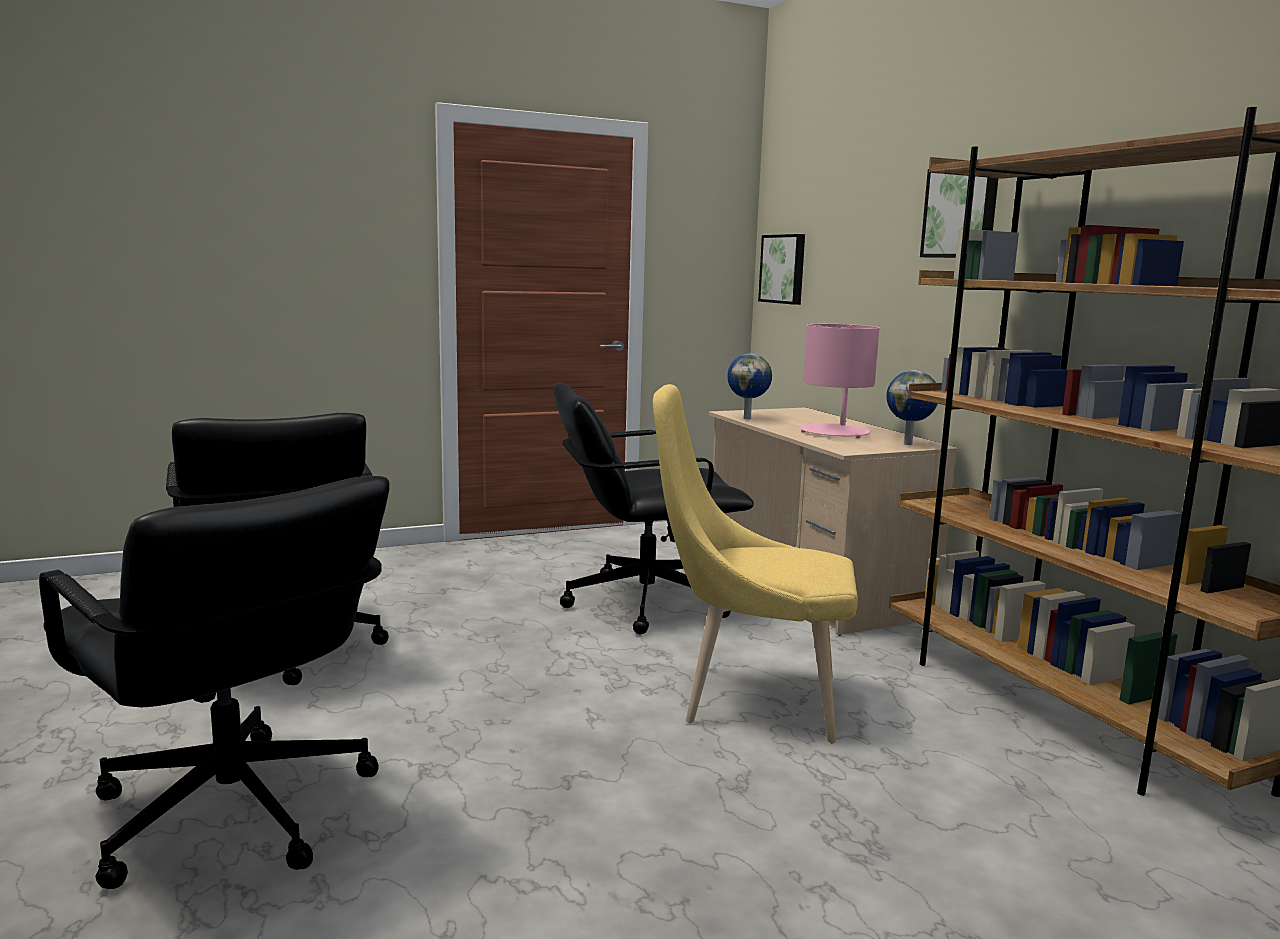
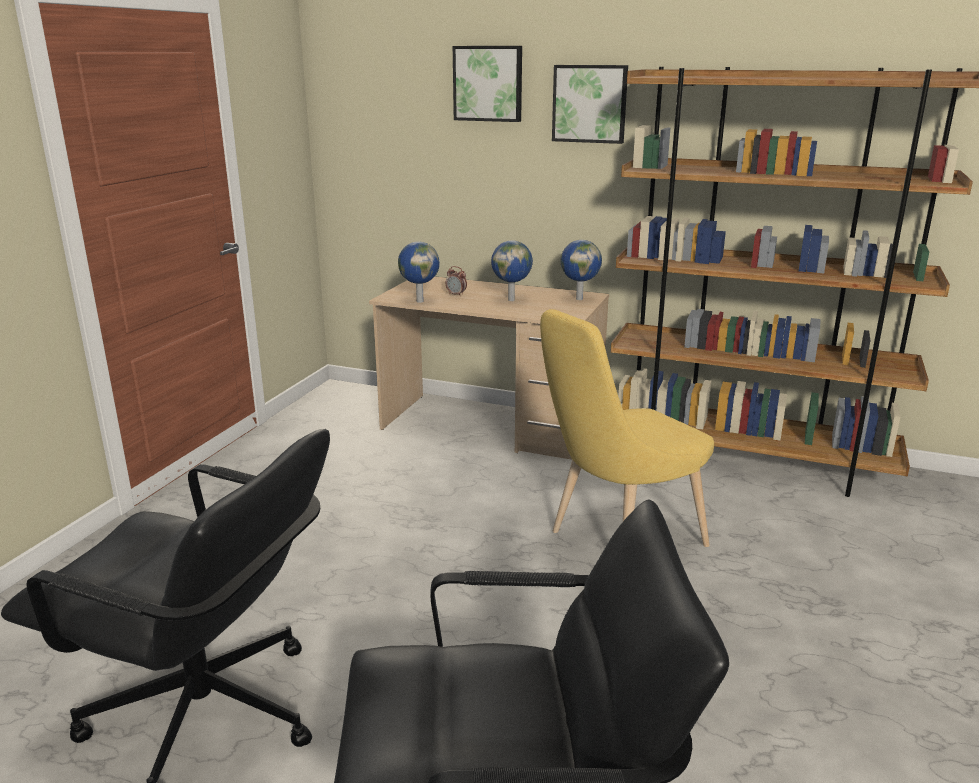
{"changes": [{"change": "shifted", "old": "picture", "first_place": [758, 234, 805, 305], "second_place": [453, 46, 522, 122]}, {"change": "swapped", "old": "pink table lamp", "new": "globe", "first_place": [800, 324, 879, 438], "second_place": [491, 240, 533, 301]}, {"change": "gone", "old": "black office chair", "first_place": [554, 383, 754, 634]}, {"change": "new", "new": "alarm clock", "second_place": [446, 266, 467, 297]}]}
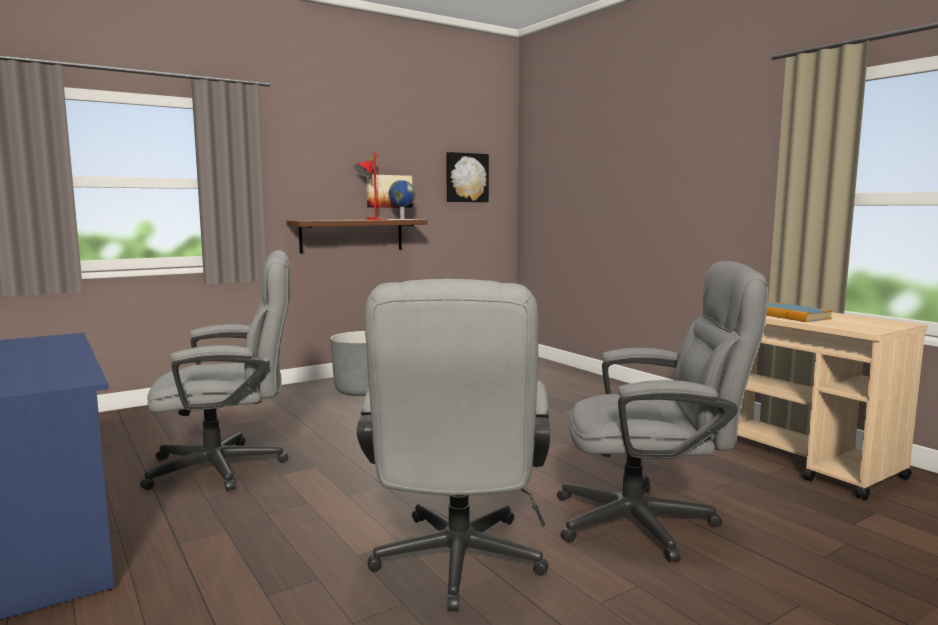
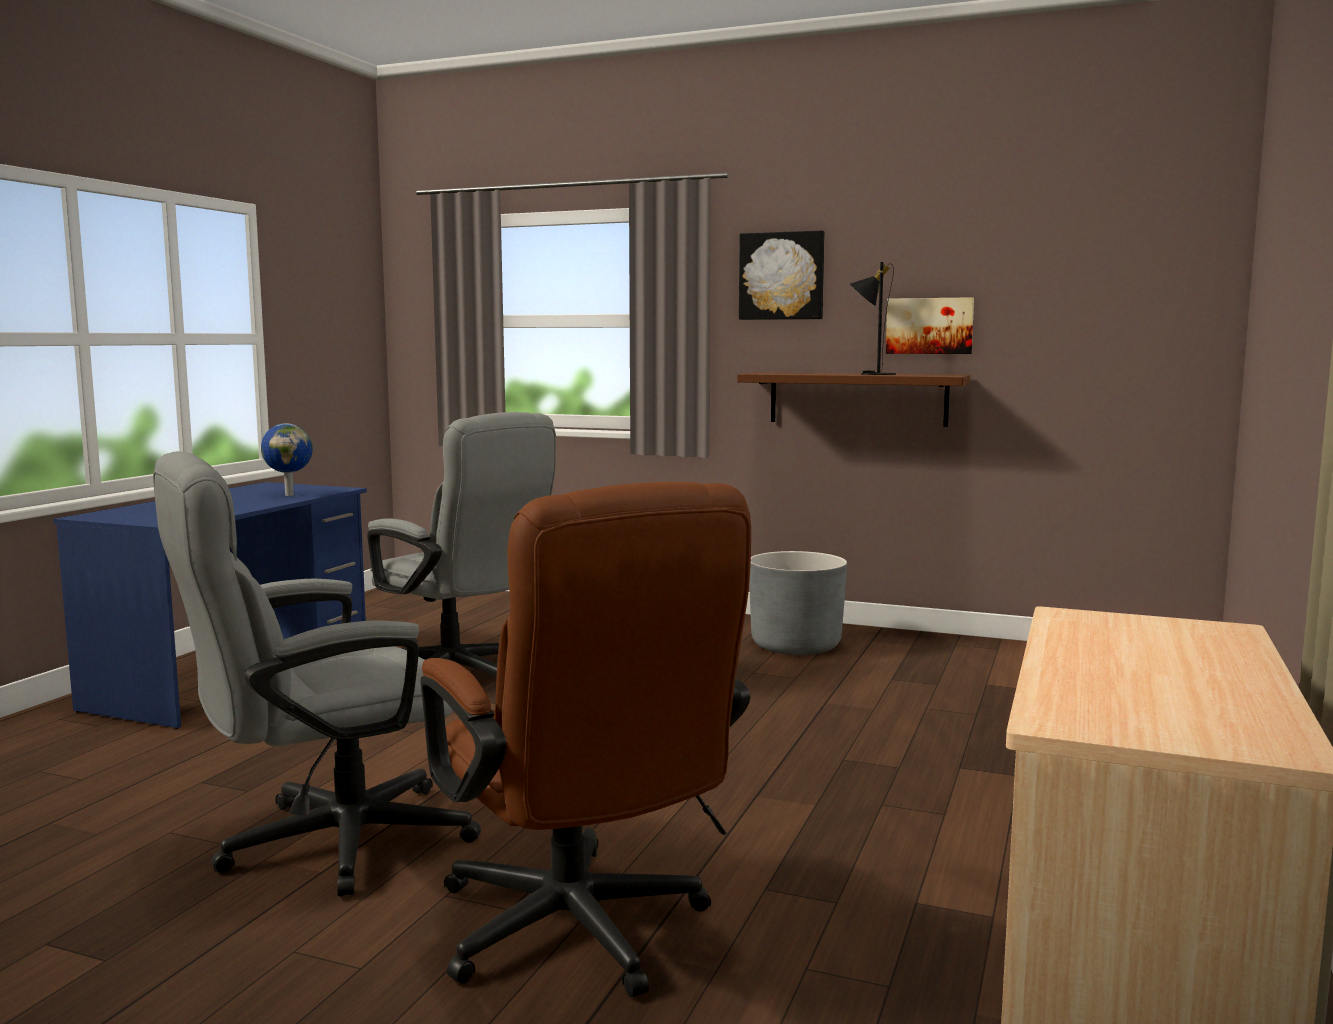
{"changes": [{"change": "repainted", "old": "red table lamp", "new": "black table lamp", "first_place": [355, 152, 386, 220], "second_place": [850, 262, 896, 375]}, {"change": "shifted", "old": "picture", "first_place": [446, 152, 489, 202], "second_place": [739, 230, 825, 320]}, {"change": "shifted", "old": "globe", "first_place": [389, 180, 415, 220], "second_place": [261, 423, 313, 496]}, {"change": "repainted", "old": "grey office chair", "new": "brown office chair", "first_place": [557, 261, 768, 562], "second_place": [420, 482, 751, 997]}, {"change": "gone", "old": "book", "first_place": [766, 302, 833, 322]}]}
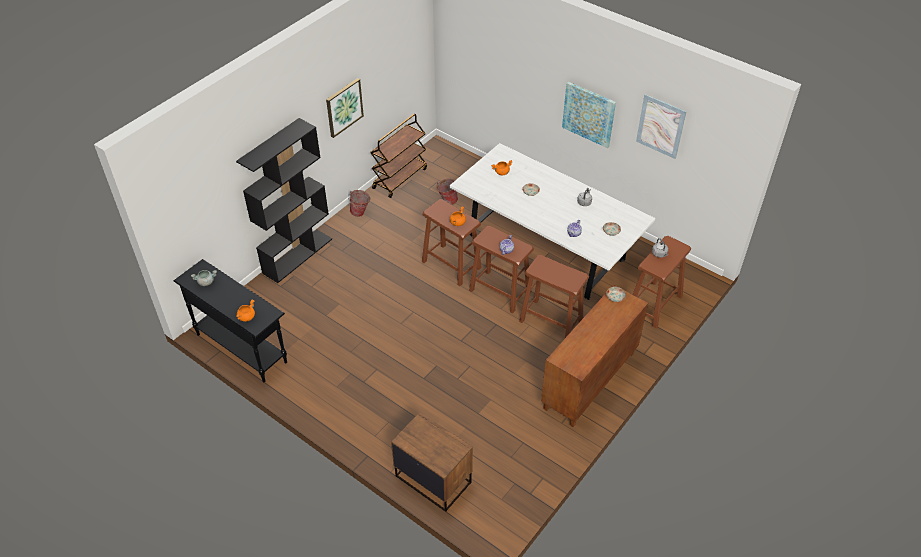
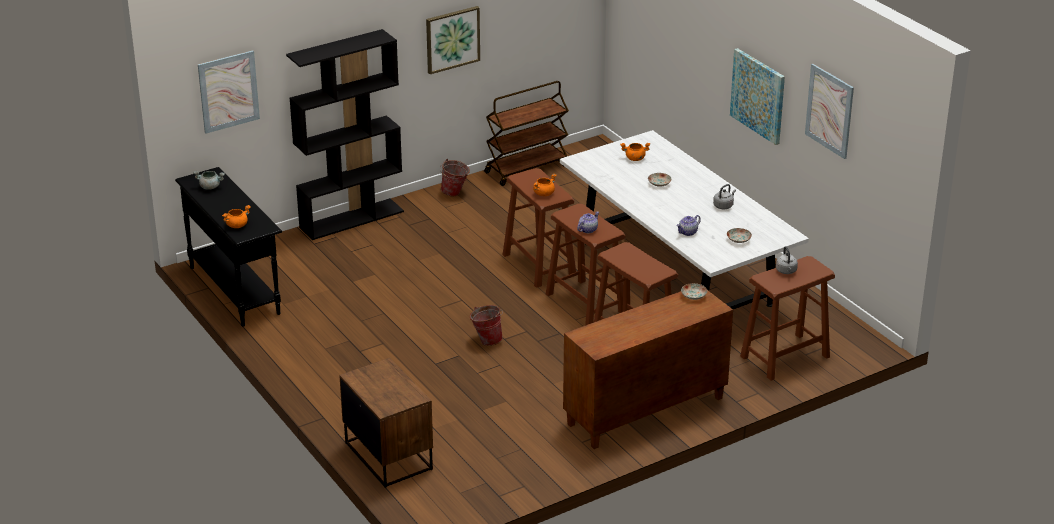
{"changes": [{"change": "shifted", "old": "bucket", "first_place": [436, 178, 458, 205], "second_place": [470, 305, 503, 346]}, {"change": "new", "new": "picture", "second_place": [198, 50, 260, 134]}]}
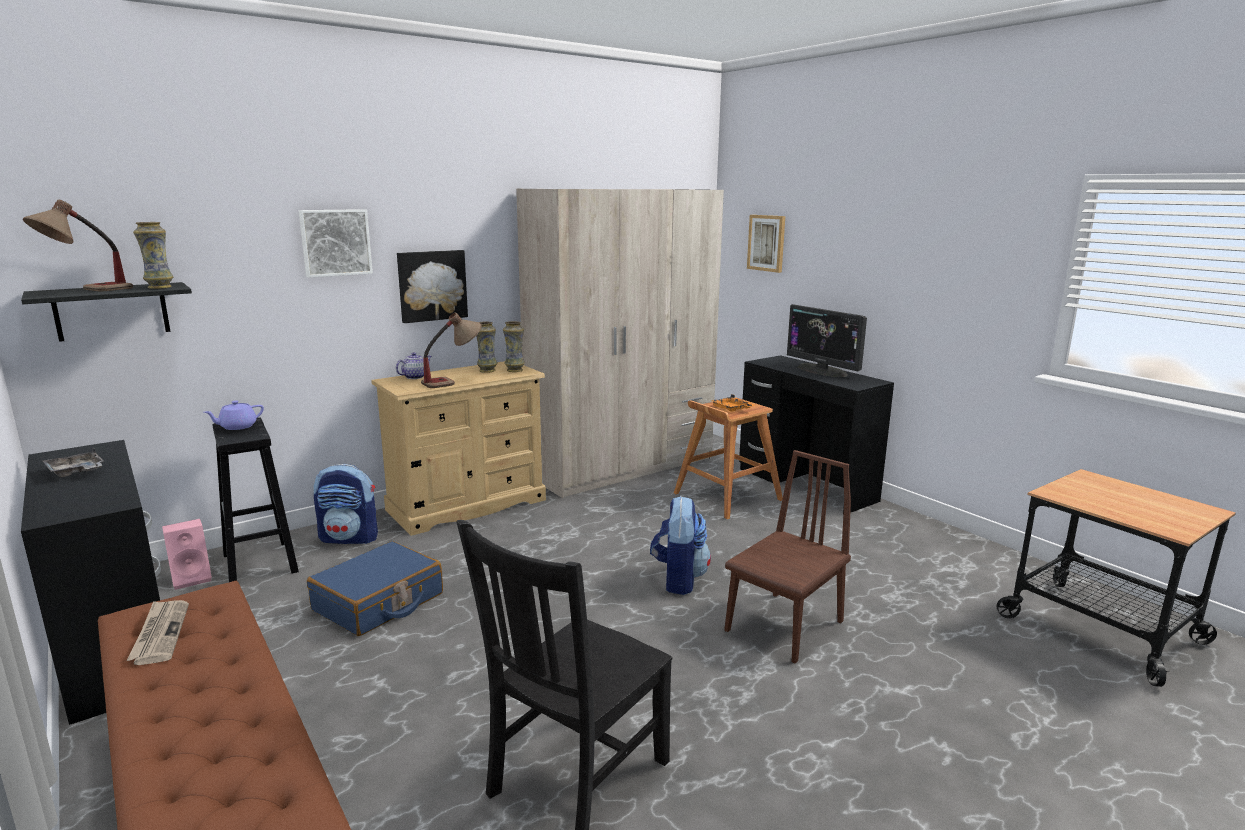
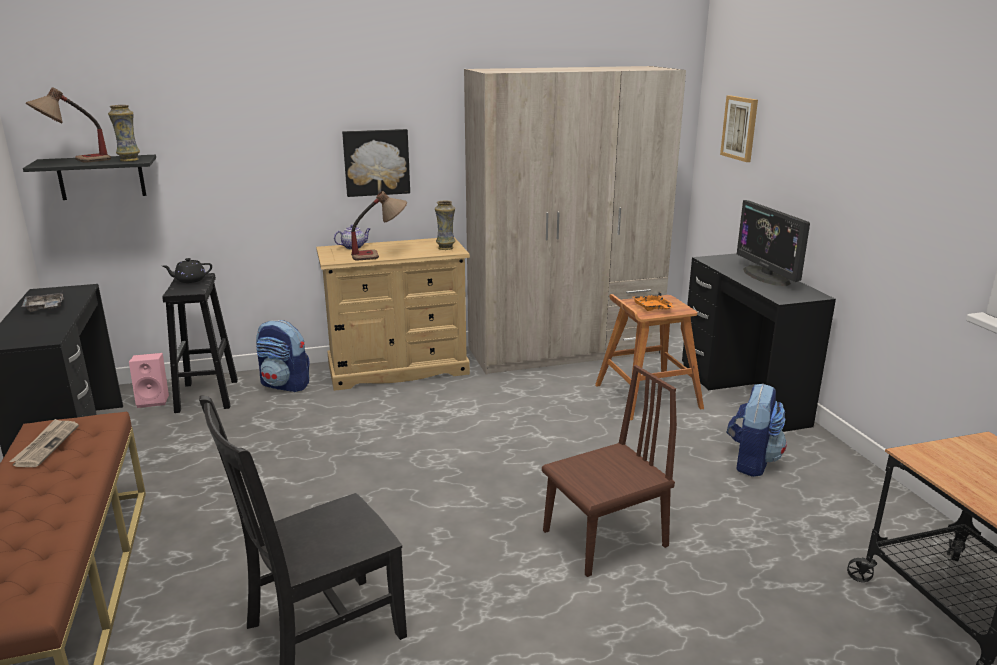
{"changes": [{"change": "gone", "old": "picture", "first_place": [299, 209, 373, 278]}, {"change": "gone", "old": "vase", "first_place": [476, 321, 497, 373]}, {"change": "repainted", "old": "purple teapot", "new": "black teapot", "first_place": [204, 401, 264, 430], "second_place": [163, 258, 212, 283]}, {"change": "shifted", "old": "backpack", "first_place": [650, 496, 711, 595], "second_place": [726, 383, 787, 477]}, {"change": "gone", "old": "blue suitcase", "first_place": [307, 541, 443, 636]}]}
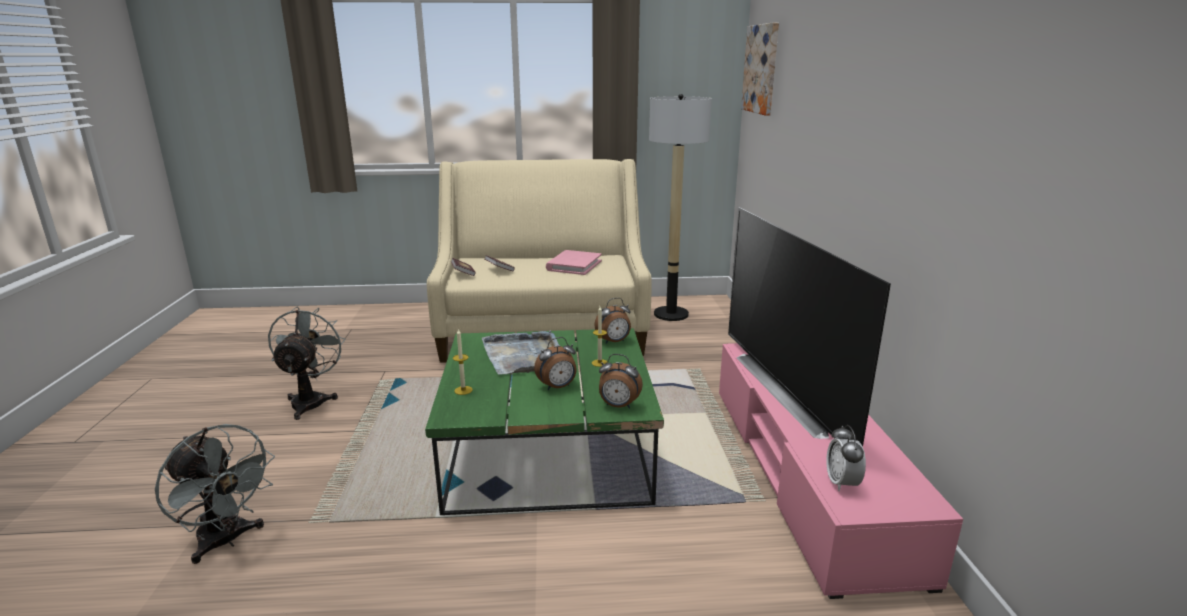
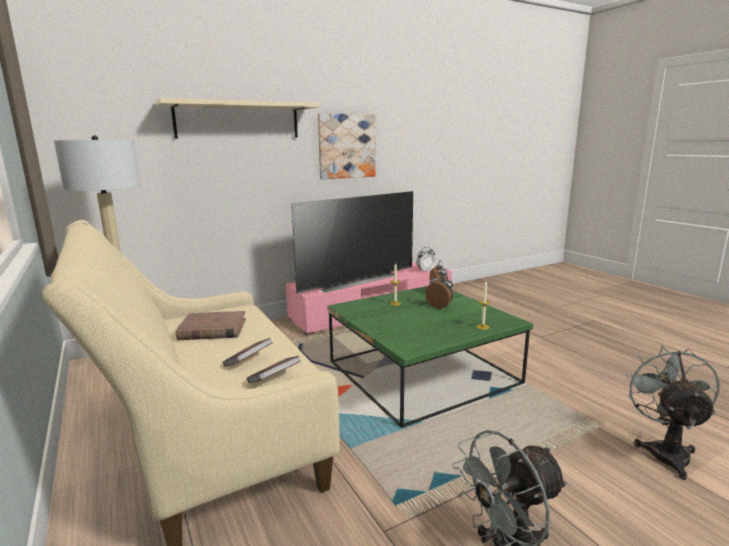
{"changes": [{"change": "shifted", "old": "picture", "first_place": [741, 22, 779, 115], "second_place": [318, 113, 376, 179]}, {"change": "repainted", "old": "pink book", "new": "brown book", "first_place": [546, 250, 602, 275], "second_place": [176, 311, 246, 340]}, {"change": "gone", "old": "alarm clock", "first_place": [595, 298, 631, 344]}, {"change": "gone", "old": "grey tray", "first_place": [482, 331, 559, 375]}, {"change": "new", "new": "beige shelf", "second_place": [156, 98, 319, 139]}]}
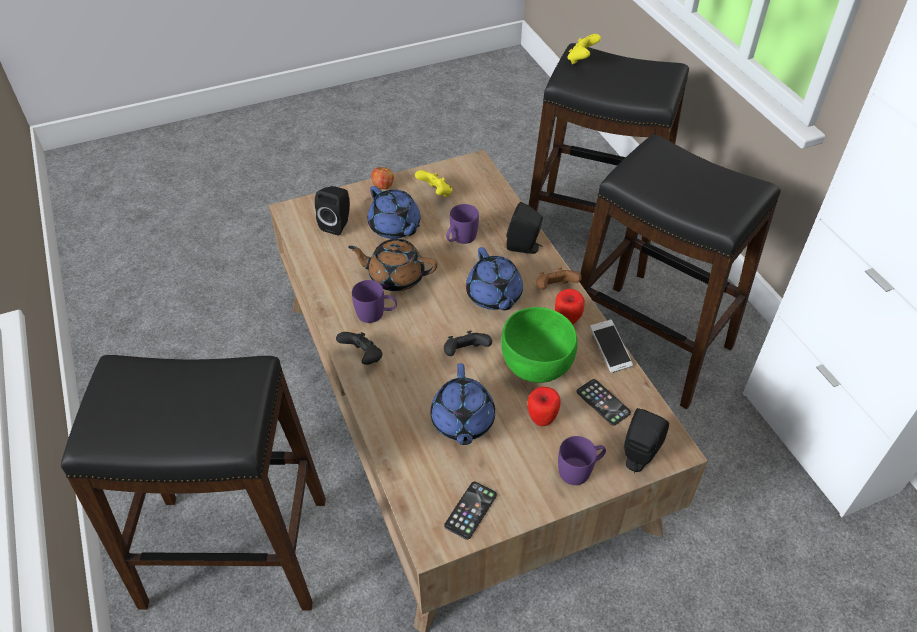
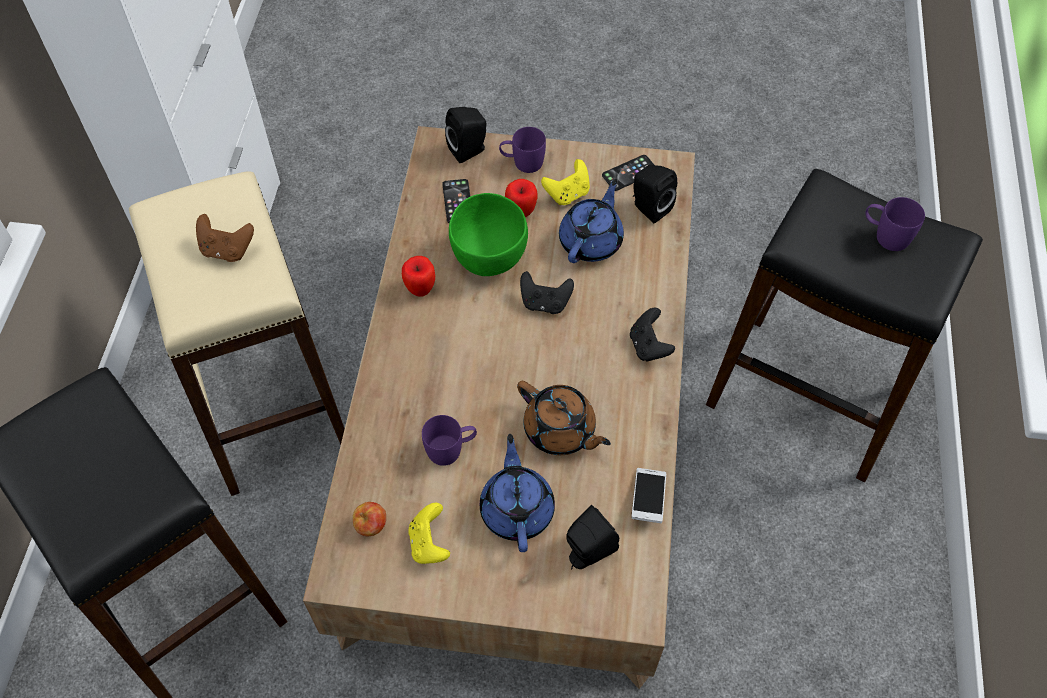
{"changes": [{"change": "shifted", "old": "yellow game controller", "first_place": [568, 34, 601, 64], "second_place": [541, 159, 590, 205]}, {"change": "repainted", "old": "black stool", "new": "beige stool", "first_place": [580, 135, 781, 409], "second_place": [129, 171, 345, 496]}, {"change": "shifted", "old": "apple", "first_place": [371, 167, 394, 190], "second_place": [353, 502, 386, 536]}, {"change": "shifted", "old": "black speaker", "first_place": [507, 202, 543, 254], "second_place": [633, 165, 677, 224]}, {"change": "gone", "old": "blue teapot", "first_place": [466, 247, 523, 310]}, {"change": "shifted", "old": "brown game controller", "first_place": [536, 268, 582, 290], "second_place": [196, 214, 254, 262]}, {"change": "shifted", "old": "purple mug", "first_place": [352, 280, 397, 323], "second_place": [865, 197, 925, 251]}, {"change": "shifted", "old": "phone", "first_place": [590, 319, 633, 373], "second_place": [631, 468, 666, 523]}]}
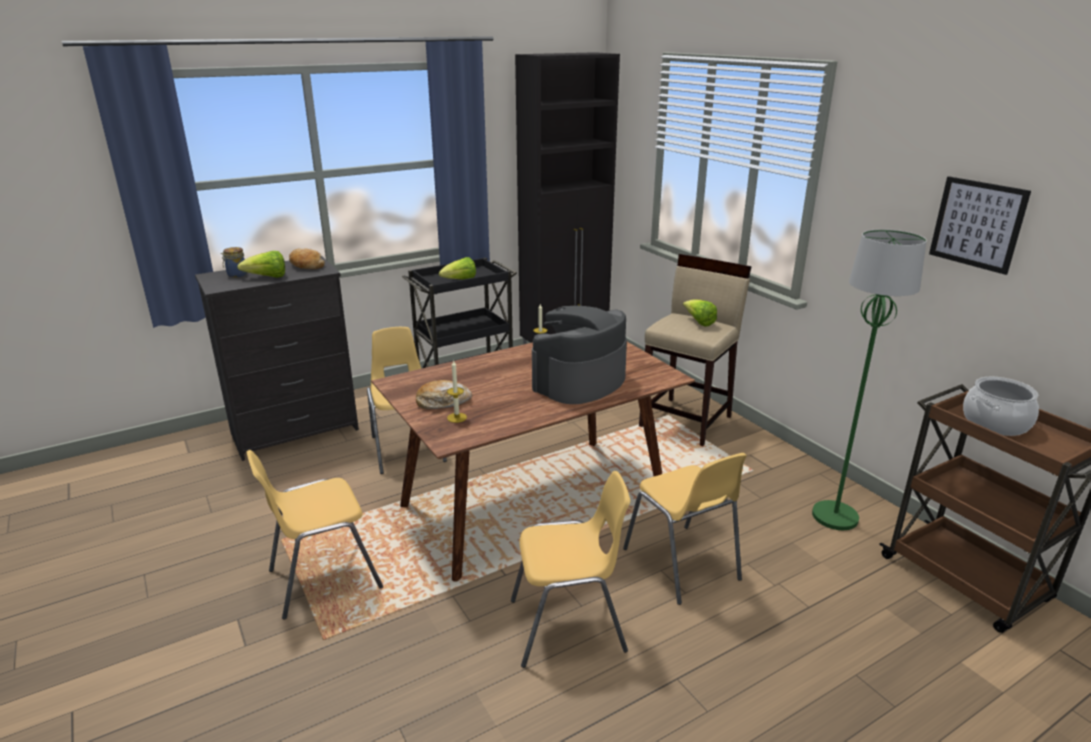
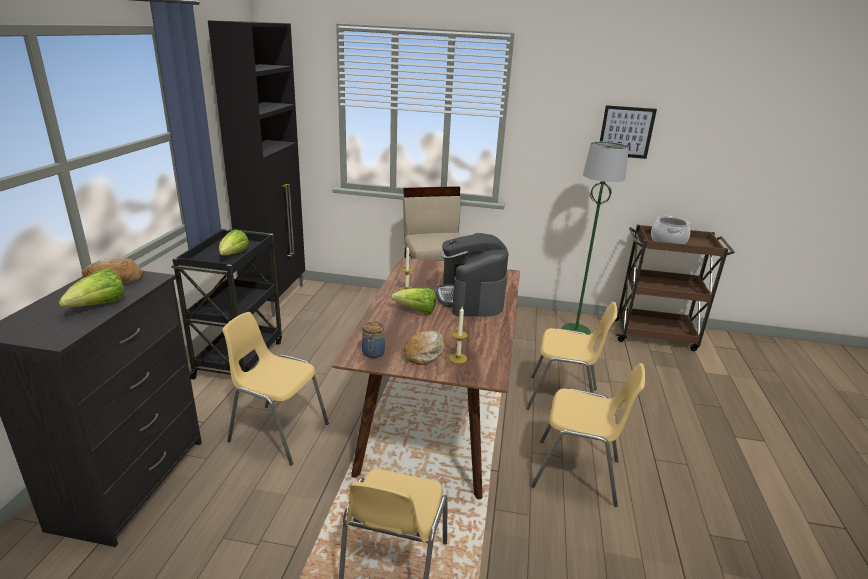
{"changes": [{"change": "shifted", "old": "jar", "first_place": [221, 247, 247, 277], "second_place": [362, 322, 385, 358]}, {"change": "shifted", "old": "lettuce", "first_place": [683, 299, 717, 326], "second_place": [391, 288, 436, 315]}, {"change": "rotated", "old": "yellow chair", "first_place": [511, 471, 630, 668], "second_place": [531, 363, 645, 507], "degrees": 75}]}
